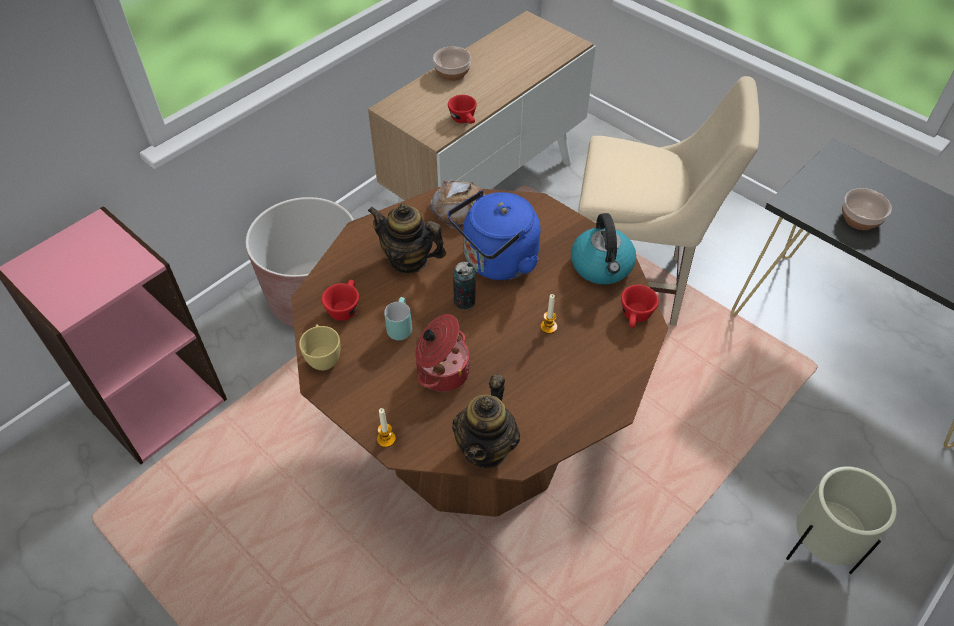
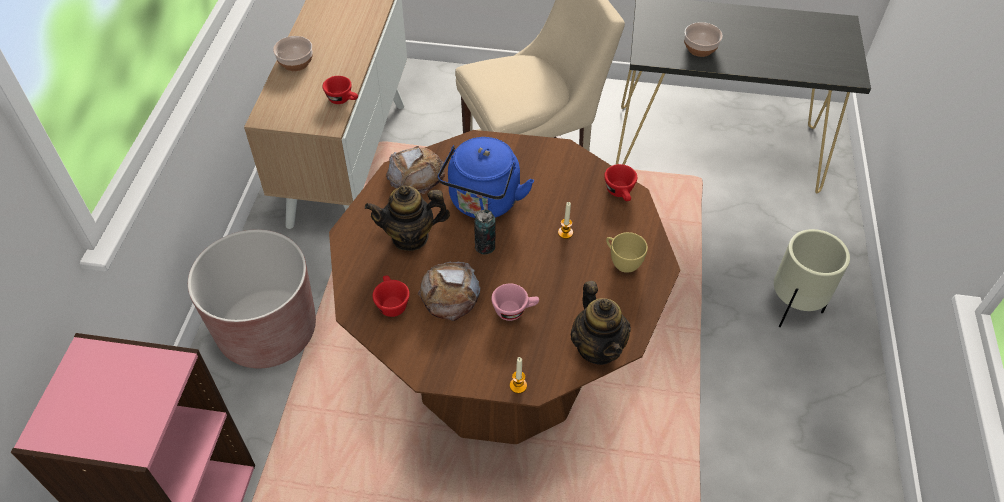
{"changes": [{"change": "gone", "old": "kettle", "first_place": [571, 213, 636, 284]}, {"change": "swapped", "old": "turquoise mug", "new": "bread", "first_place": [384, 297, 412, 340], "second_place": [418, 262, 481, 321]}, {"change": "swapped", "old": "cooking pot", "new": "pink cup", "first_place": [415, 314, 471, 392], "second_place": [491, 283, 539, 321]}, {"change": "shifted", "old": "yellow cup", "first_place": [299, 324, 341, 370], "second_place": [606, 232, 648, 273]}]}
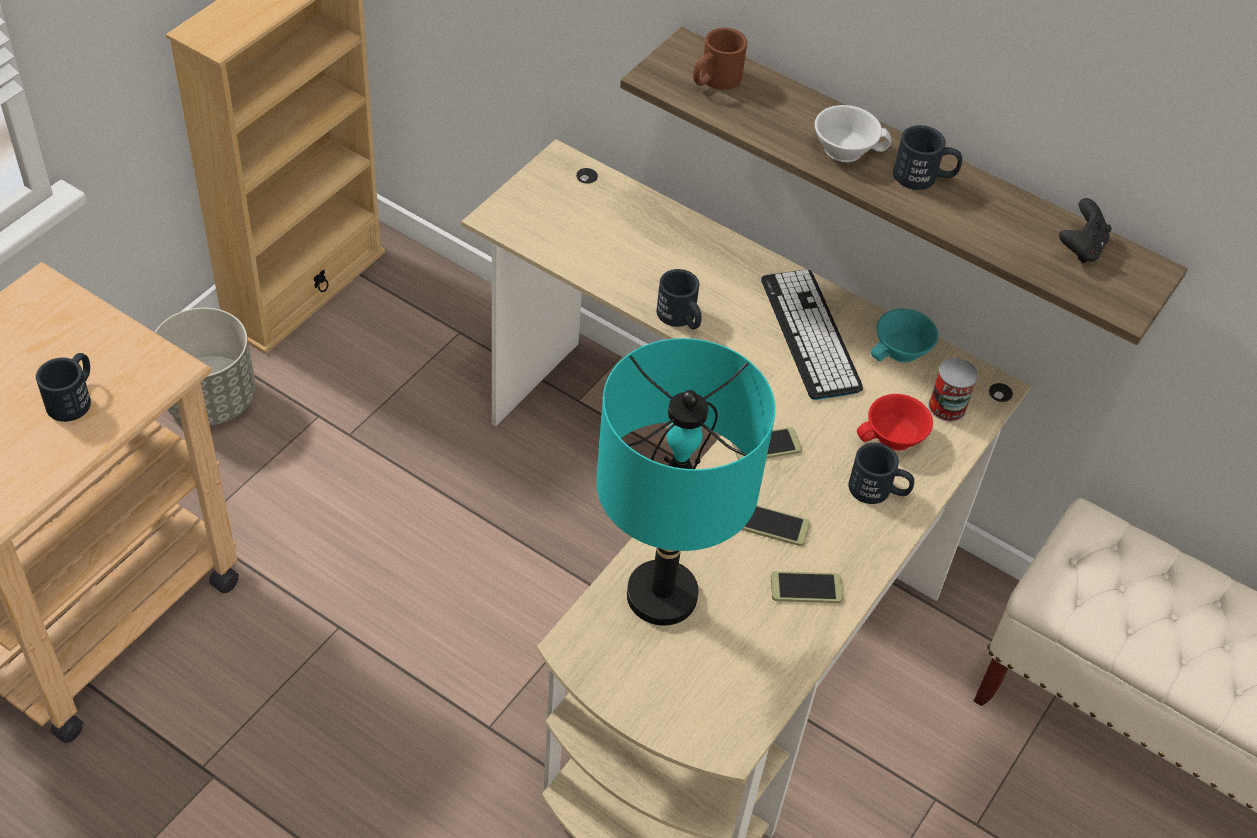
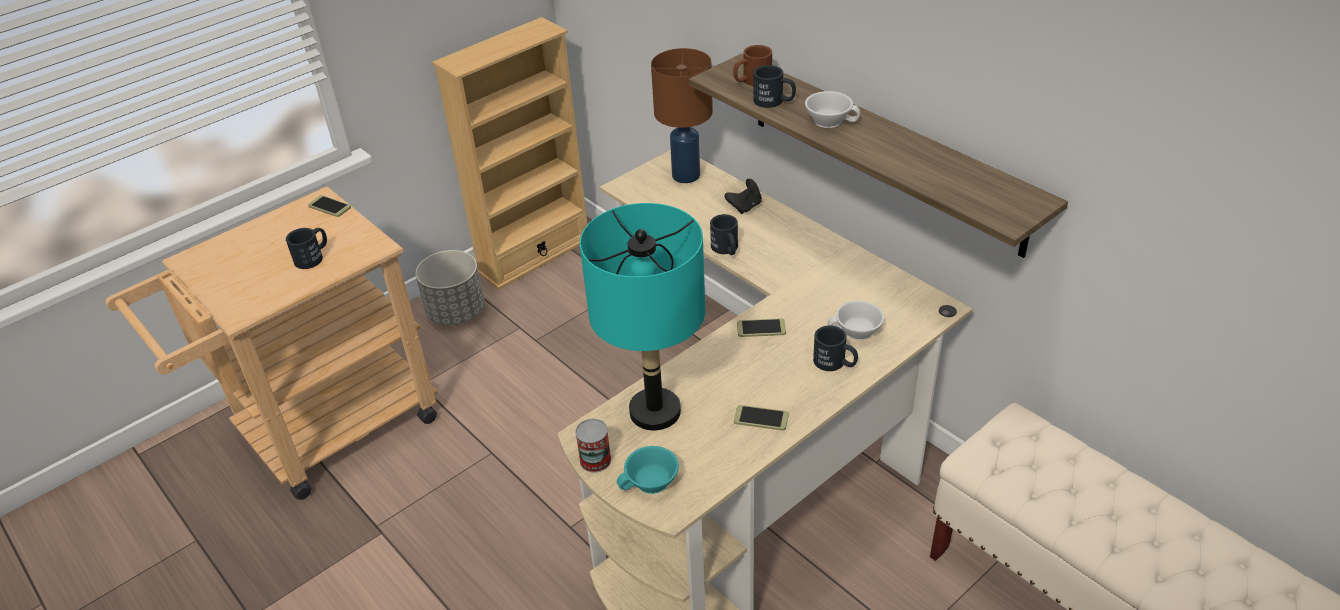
{"changes": [{"change": "shifted", "old": "black mug", "first_place": [893, 125, 962, 190], "second_place": [753, 65, 796, 108]}, {"change": "shifted", "old": "black game controller", "first_place": [1059, 198, 1111, 263], "second_place": [724, 179, 762, 214]}, {"change": "gone", "old": "keyboard", "first_place": [761, 269, 863, 400]}, {"change": "shifted", "old": "turquoise cup", "first_place": [871, 309, 939, 362], "second_place": [617, 446, 679, 494]}, {"change": "shifted", "old": "can", "first_place": [928, 358, 978, 422], "second_place": [575, 419, 611, 473]}, {"change": "repainted", "old": "red cup", "new": "white cup", "first_place": [857, 394, 933, 451], "second_place": [828, 300, 884, 340]}, {"change": "shifted", "old": "phone", "first_place": [741, 505, 810, 546], "second_place": [308, 195, 351, 217]}, {"change": "new", "new": "brown table lamp", "second_place": [651, 48, 713, 183]}]}
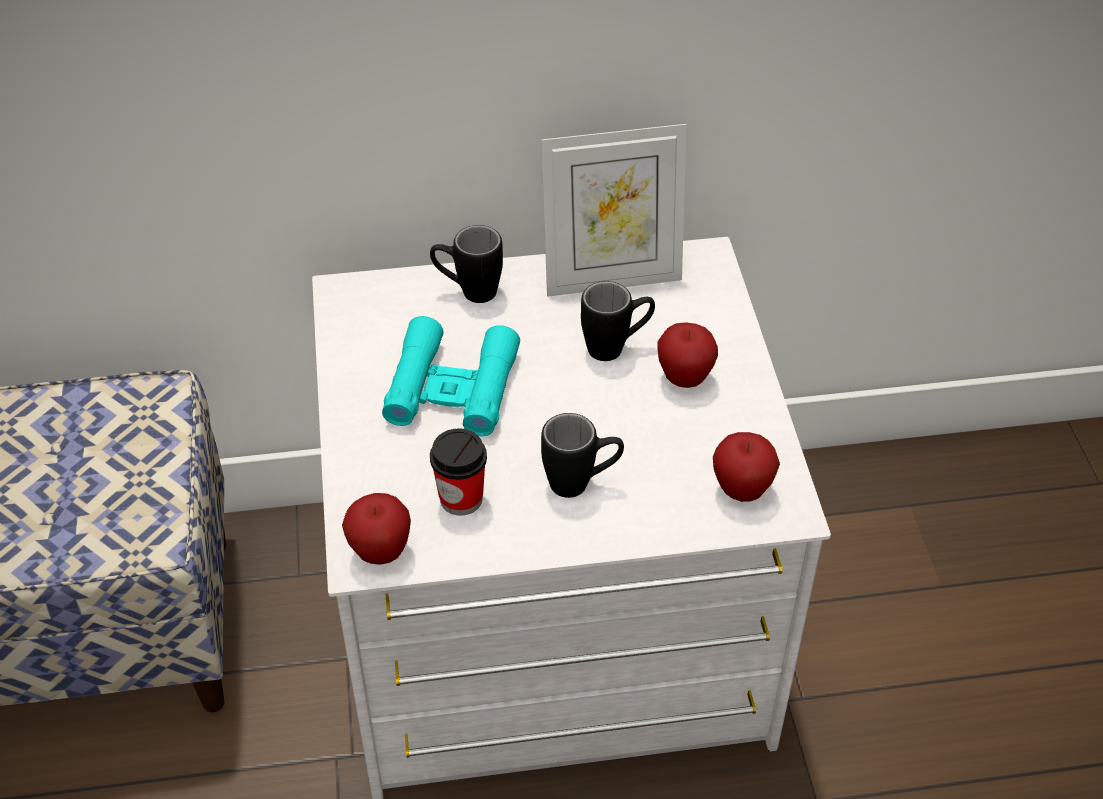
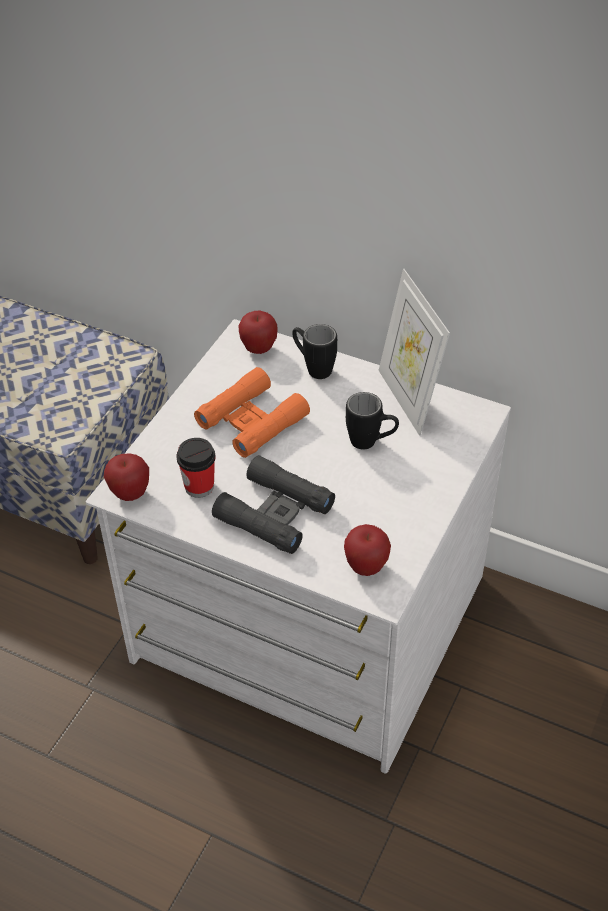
{"changes": [{"change": "rotated", "old": "picture frame", "first_place": [541, 124, 686, 297], "second_place": [378, 269, 450, 436], "degrees": 45}, {"change": "repainted", "old": "turquoise binoculars", "new": "orange binoculars", "first_place": [382, 316, 520, 436], "second_place": [194, 367, 310, 458]}, {"change": "shifted", "old": "apple", "first_place": [658, 322, 718, 388], "second_place": [239, 311, 278, 354]}, {"change": "swapped", "old": "black mug", "new": "black binoculars", "first_place": [541, 413, 624, 498], "second_place": [212, 455, 335, 554]}]}
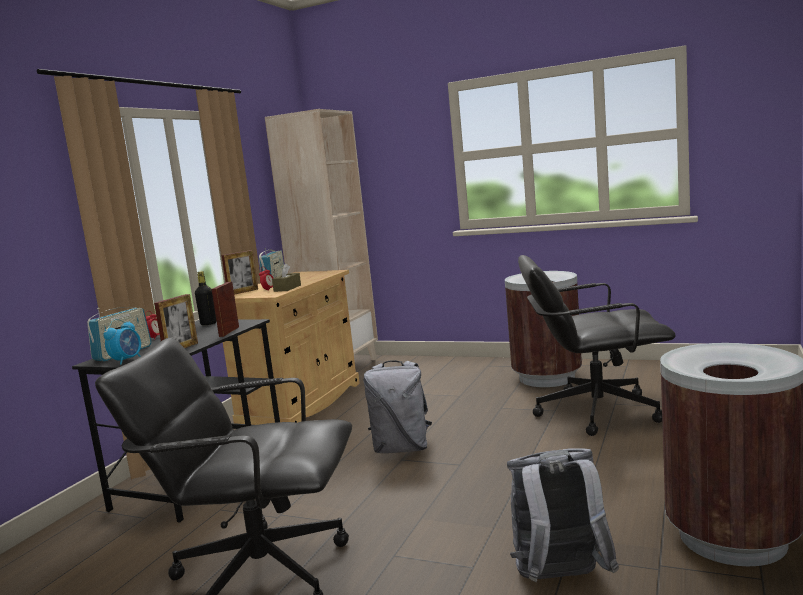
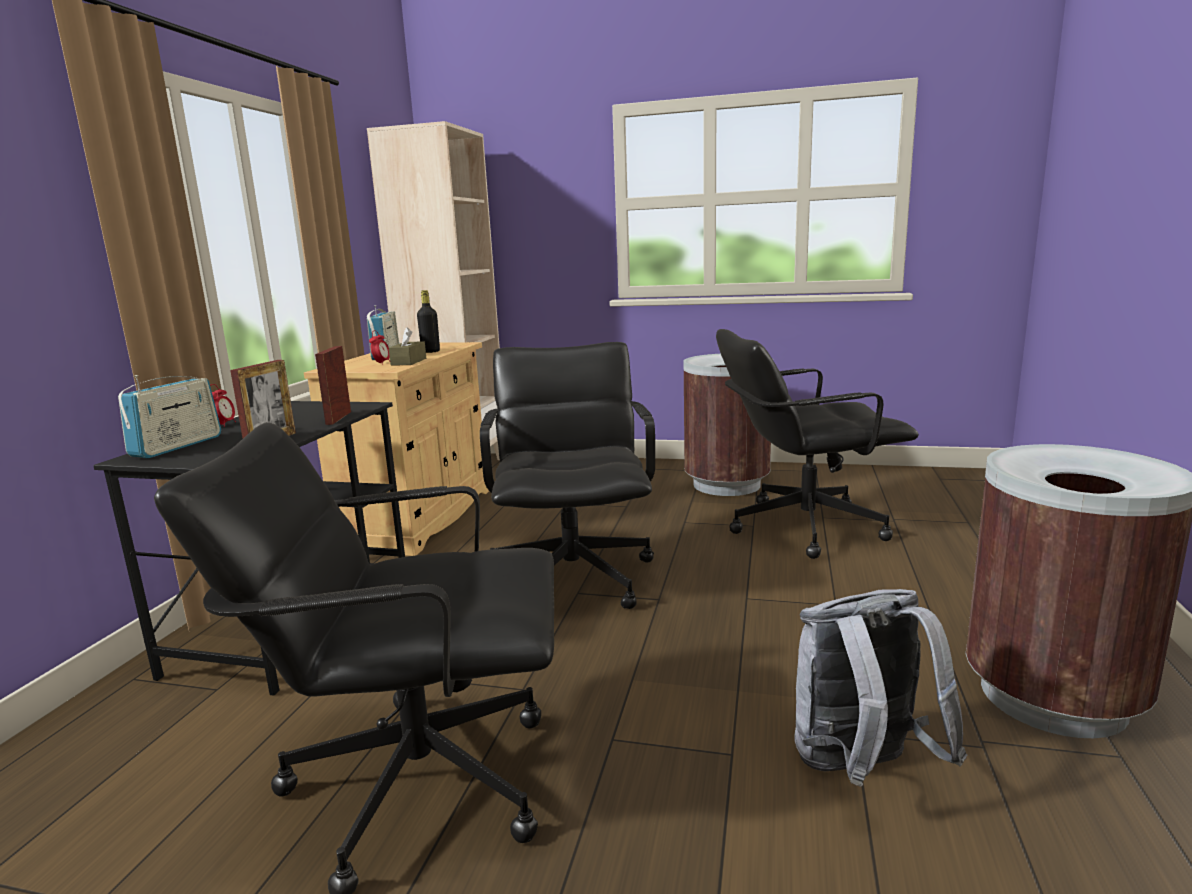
{"changes": [{"change": "gone", "old": "picture frame", "first_place": [222, 250, 258, 295]}, {"change": "shifted", "old": "black bottle", "first_place": [195, 271, 217, 325], "second_place": [417, 290, 440, 353]}, {"change": "gone", "old": "alarm clock", "first_place": [104, 319, 141, 365]}, {"change": "swapped", "old": "grey backpack", "new": "black office chair", "first_place": [363, 360, 432, 453], "second_place": [480, 342, 655, 609]}]}
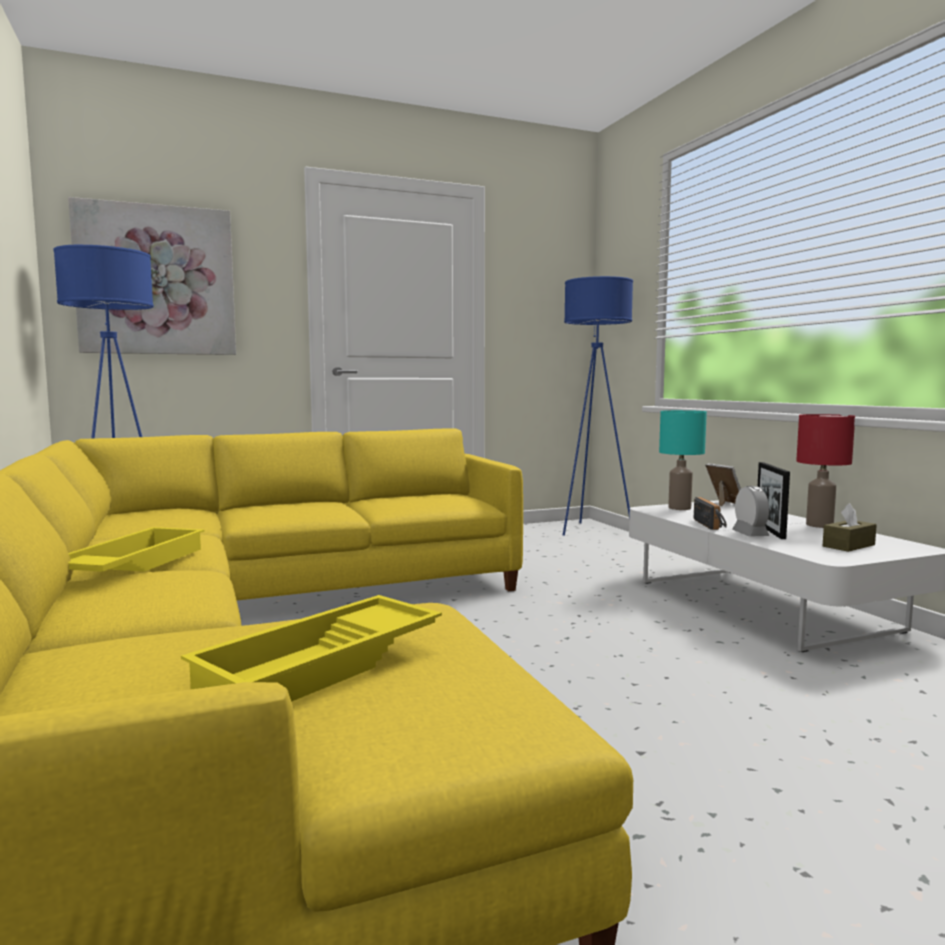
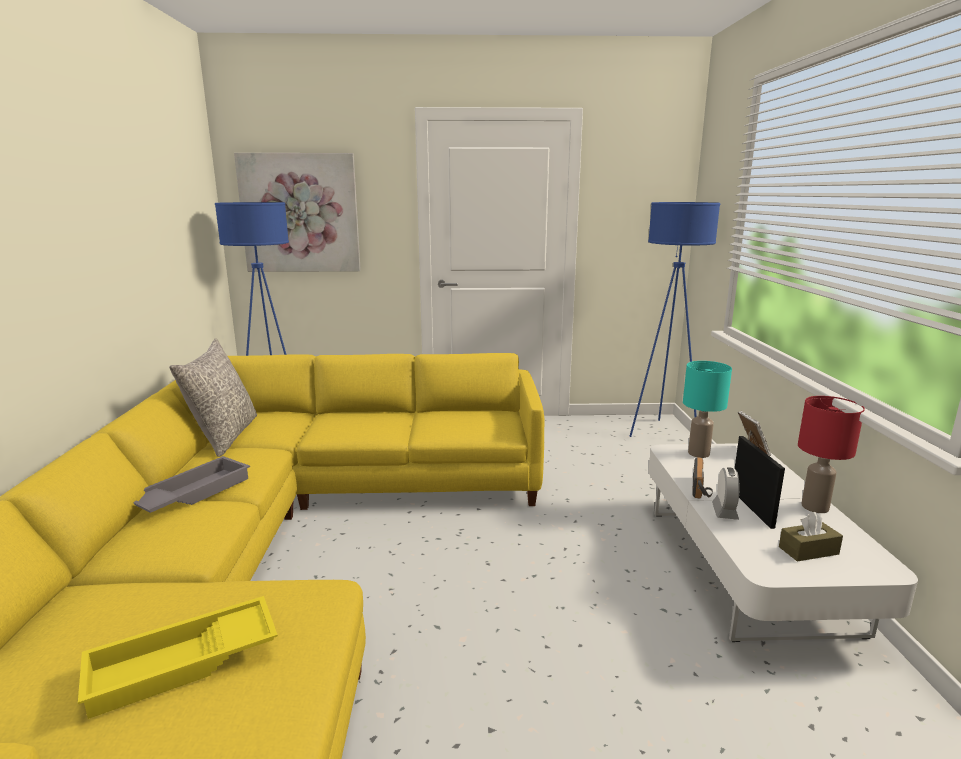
{"changes": [{"change": "rotated", "old": "picture frame", "first_place": [757, 462, 790, 539], "second_place": [735, 436, 785, 529], "degrees": 150}, {"change": "repainted", "old": "yellow tray", "new": "grey tray", "first_place": [68, 527, 204, 572], "second_place": [134, 456, 250, 513]}, {"change": "new", "new": "grey pillow", "second_place": [169, 338, 257, 457]}]}
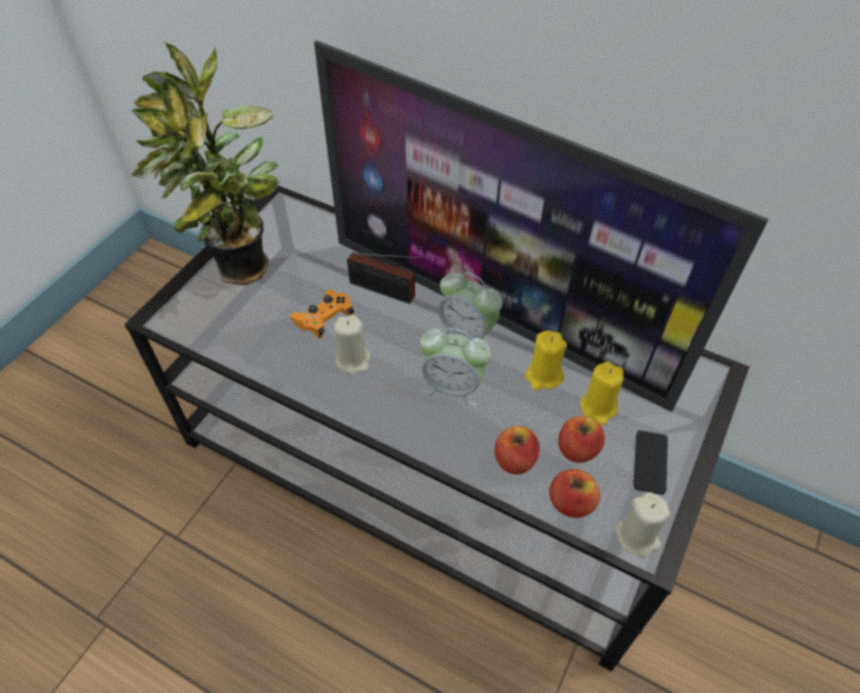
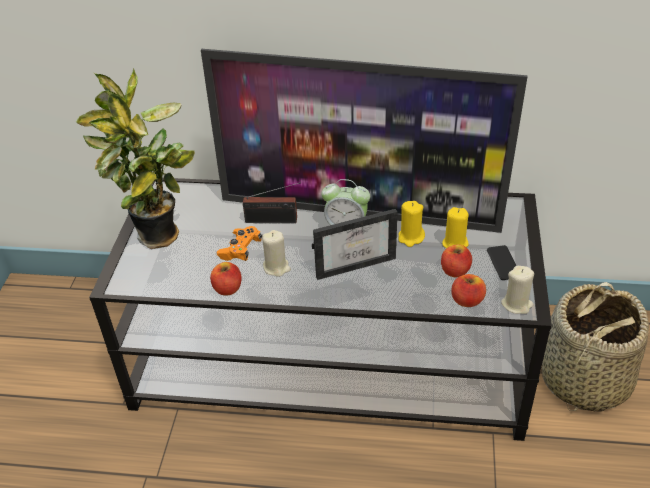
{"changes": [{"change": "swapped", "old": "alarm clock", "new": "picture frame", "first_place": [420, 328, 491, 407], "second_place": [312, 209, 397, 280]}, {"change": "shifted", "old": "apple", "first_place": [495, 426, 540, 475], "second_place": [210, 262, 242, 296]}, {"change": "new", "new": "basket", "second_place": [541, 282, 649, 412]}]}
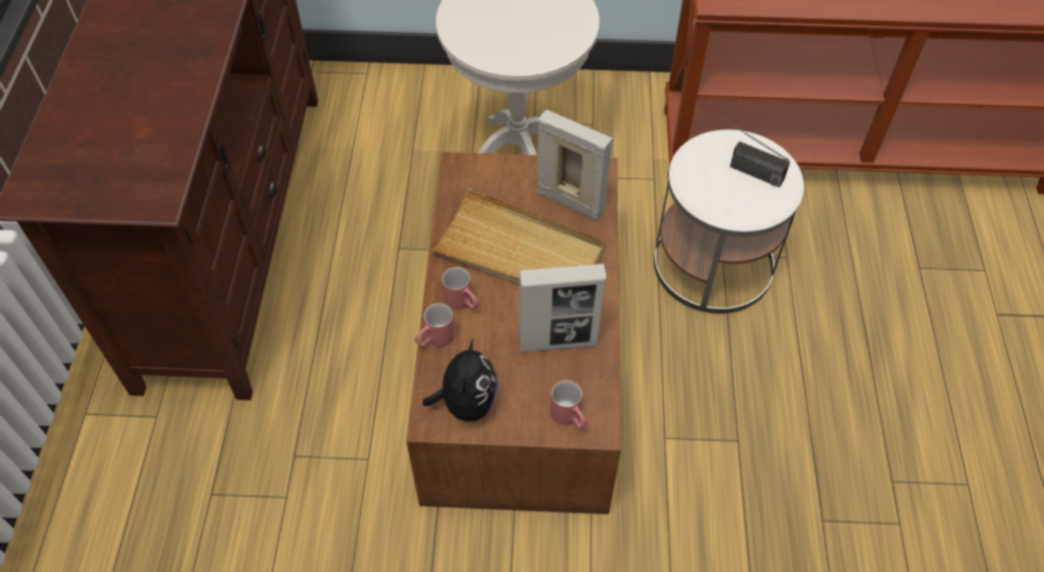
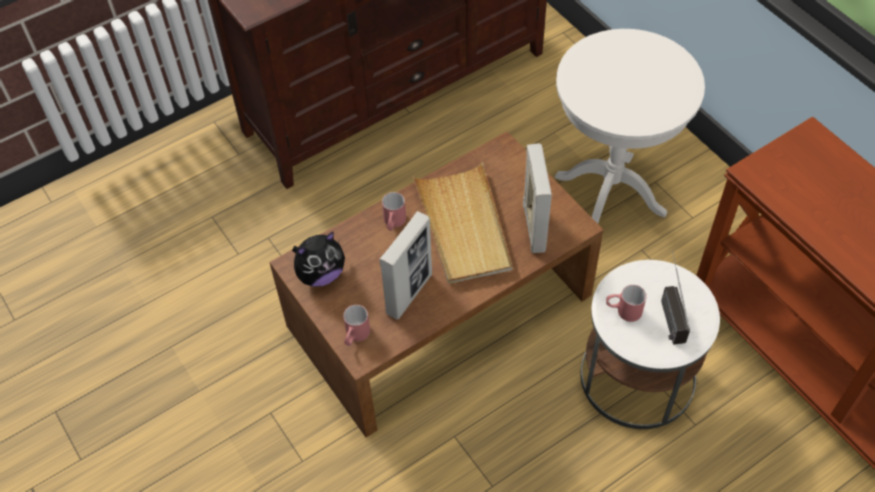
{"changes": [{"change": "rotated", "old": "picture frame", "first_place": [519, 264, 606, 352], "second_place": [379, 211, 432, 320], "degrees": -105}, {"change": "shifted", "old": "red mug", "first_place": [415, 303, 455, 347], "second_place": [606, 285, 647, 322]}]}
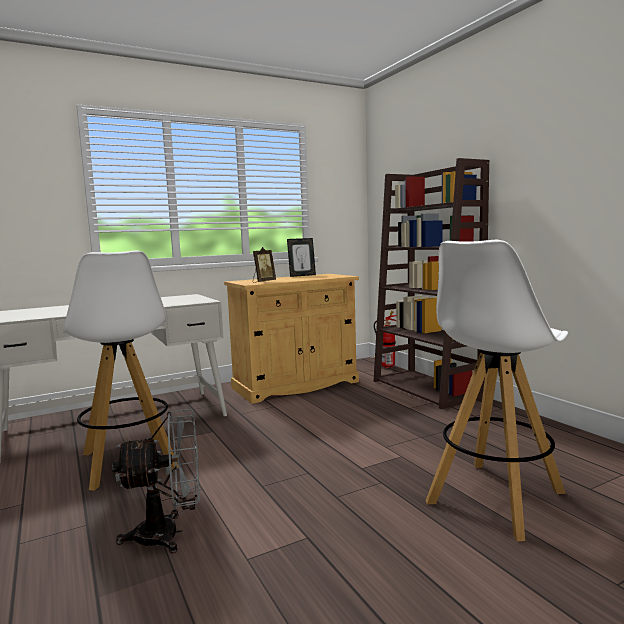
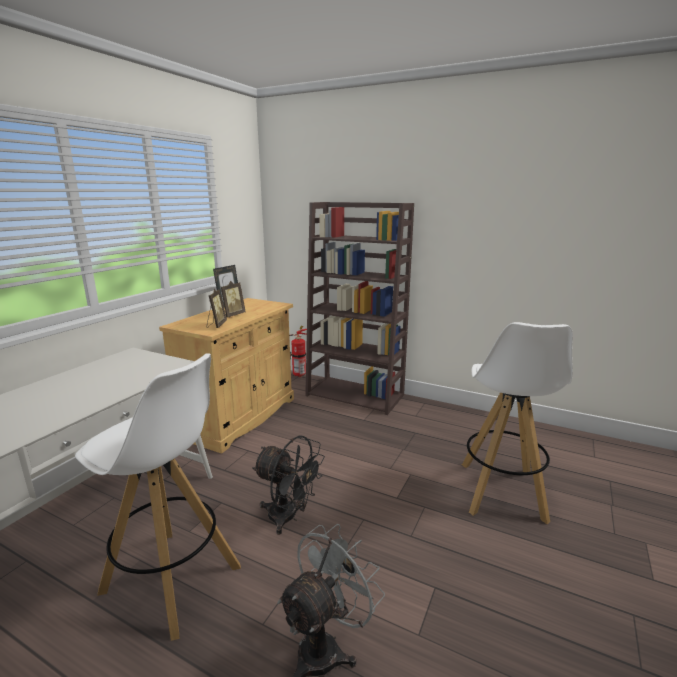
{"changes": [{"change": "new", "new": "picture frame", "second_place": [221, 281, 246, 318]}, {"change": "new", "new": "black fan", "second_place": [252, 435, 325, 535]}]}
